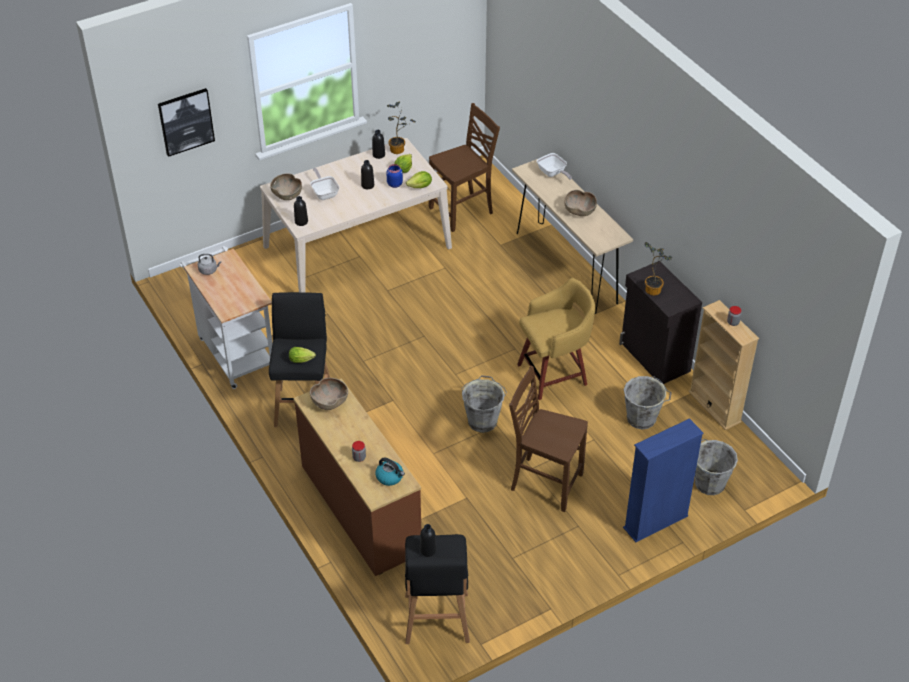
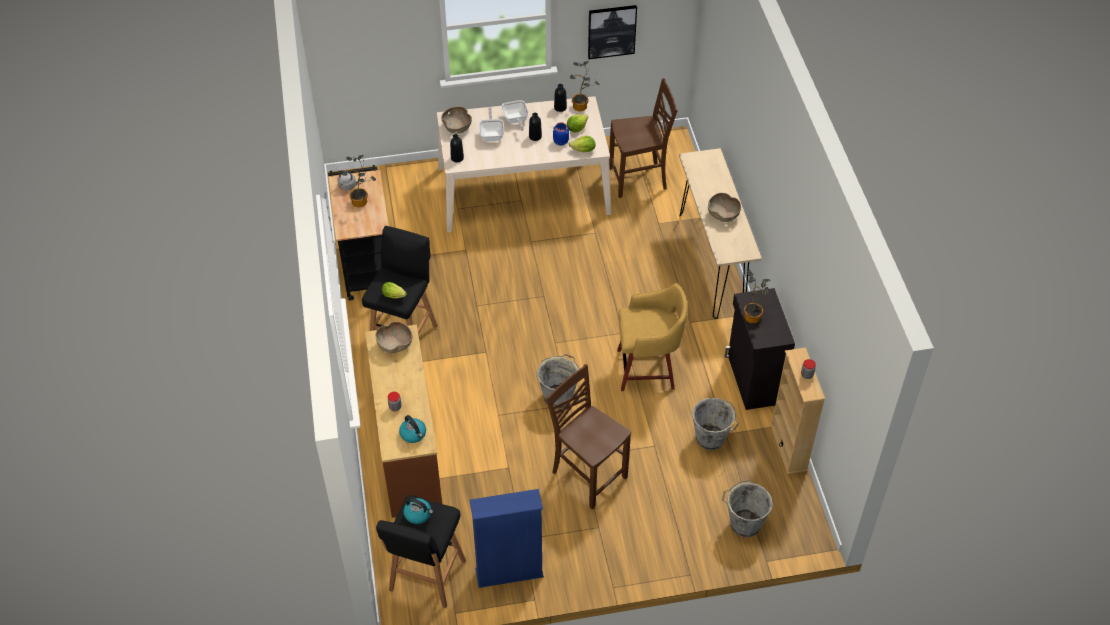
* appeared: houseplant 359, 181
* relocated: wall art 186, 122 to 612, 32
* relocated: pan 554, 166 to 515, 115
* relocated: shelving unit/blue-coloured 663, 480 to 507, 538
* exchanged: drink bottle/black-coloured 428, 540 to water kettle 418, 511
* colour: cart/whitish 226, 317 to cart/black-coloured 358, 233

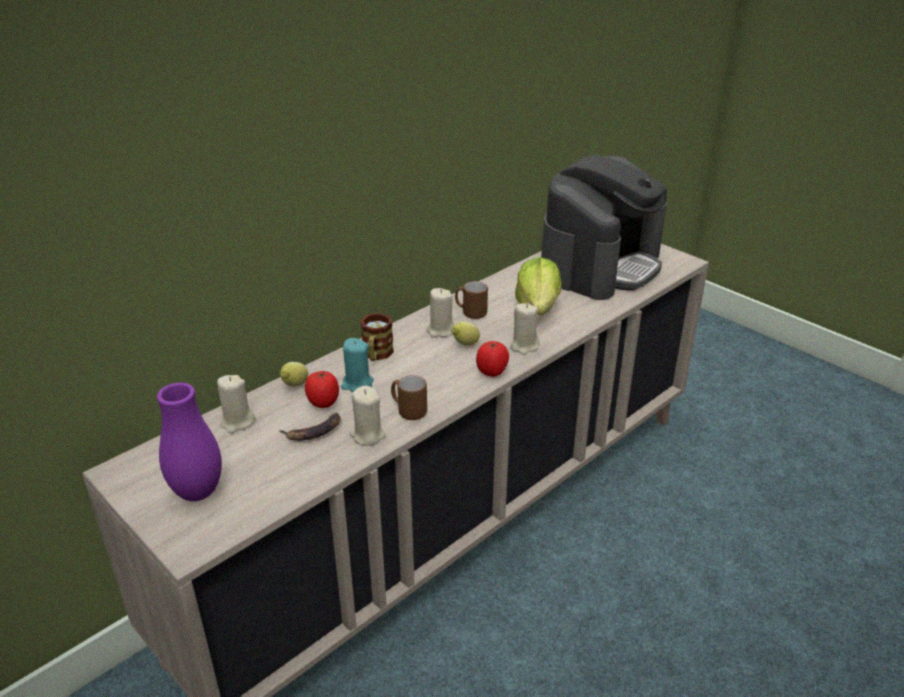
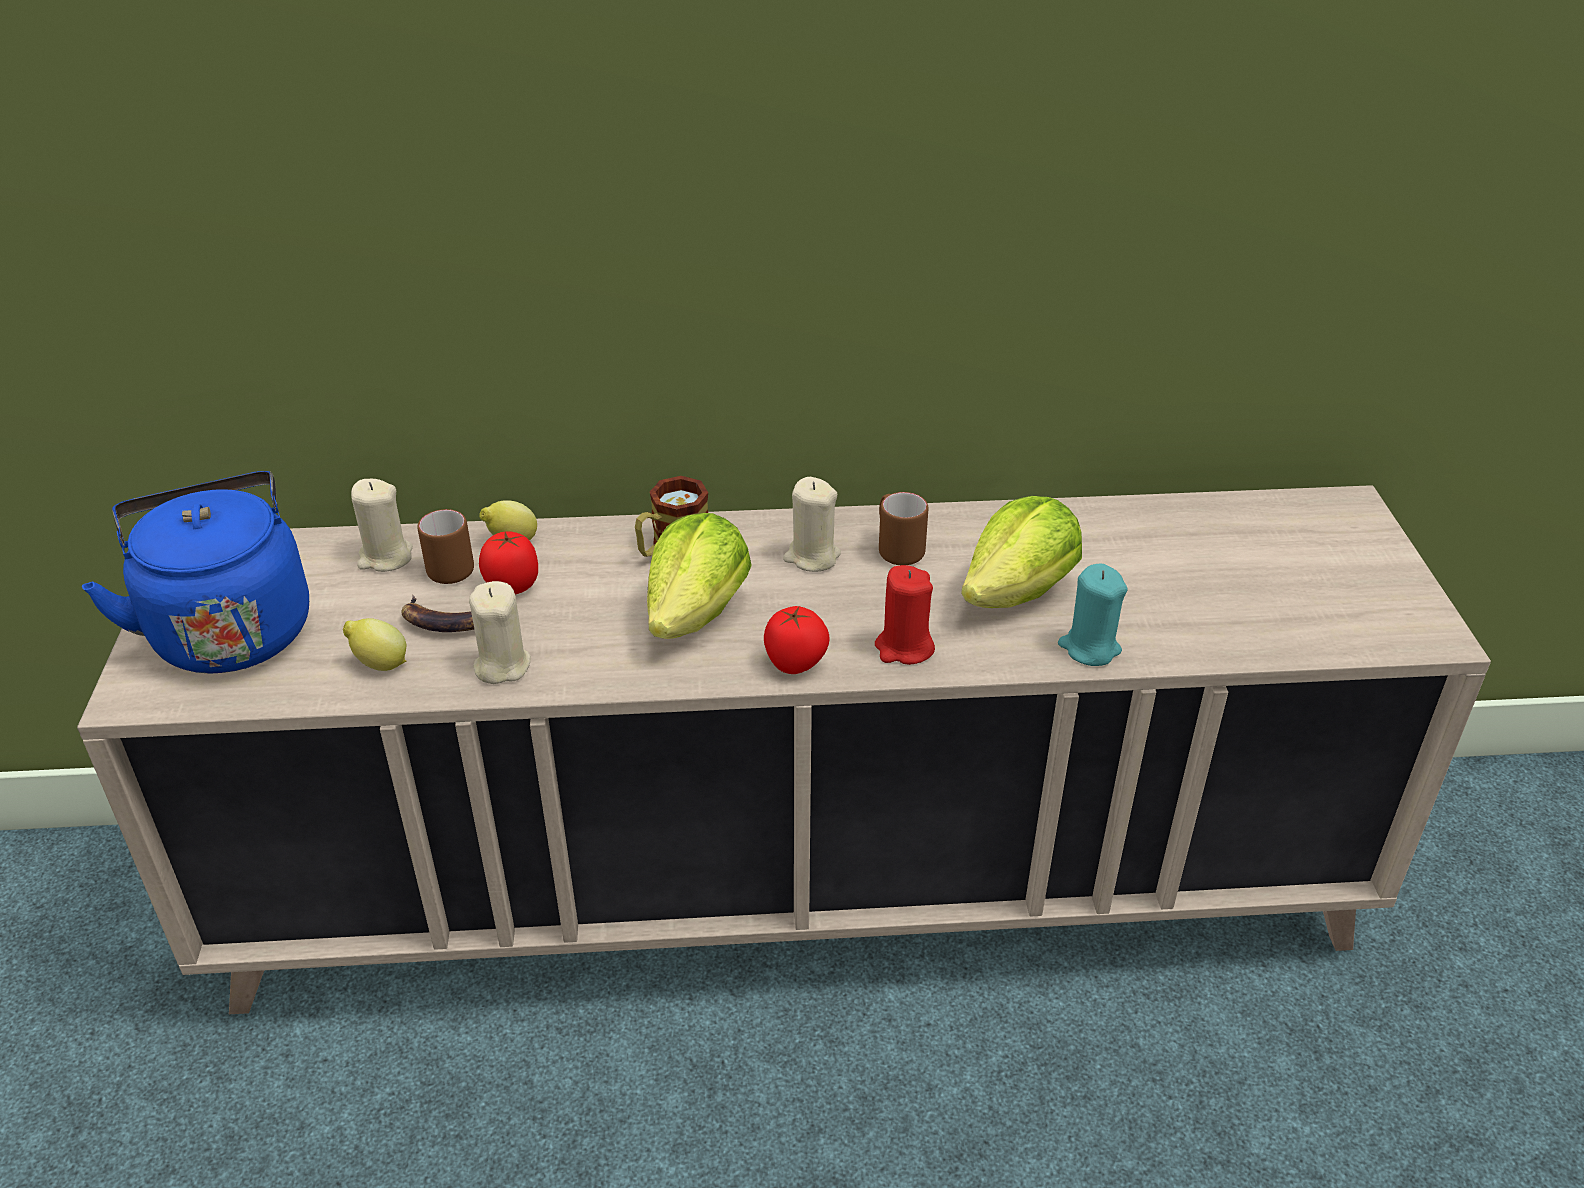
* missing: coffee brewer 604, 227
* appeared: head of lettuce 699, 576
* relocated: wax light/turquoise 357, 365 to 1093, 614
* relocated: mug/brownish 409, 397 to 445, 546
* relocated: lemon 466, 333 to 374, 644
* exchanged: flower vase/purple-coloured 189, 442 to water kettle/blue-coloured 195, 572
* colour: wax light/beige 525, 329 to wax light/red 905, 615

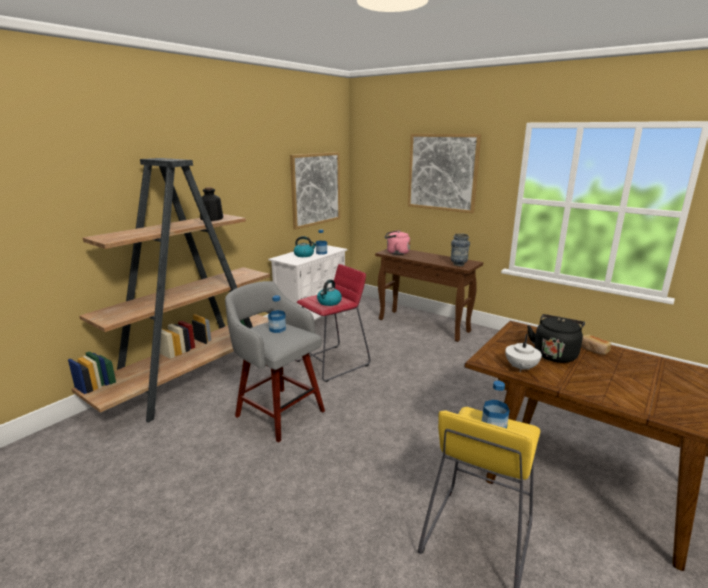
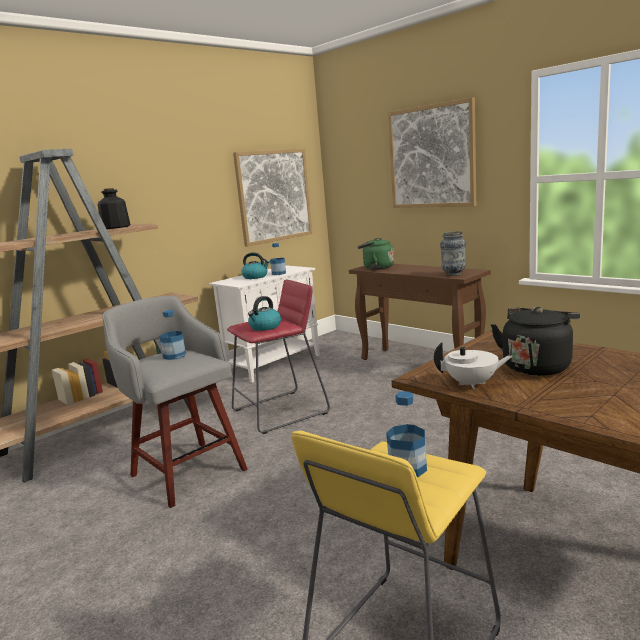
* missing: bakery bread 596, 345
* colour: water kettle/pinkish 397, 242 to water kettle/green 376, 254
* spun: teapot/whitish 523, 353 = 473, 366 120 degrees counterclockwise

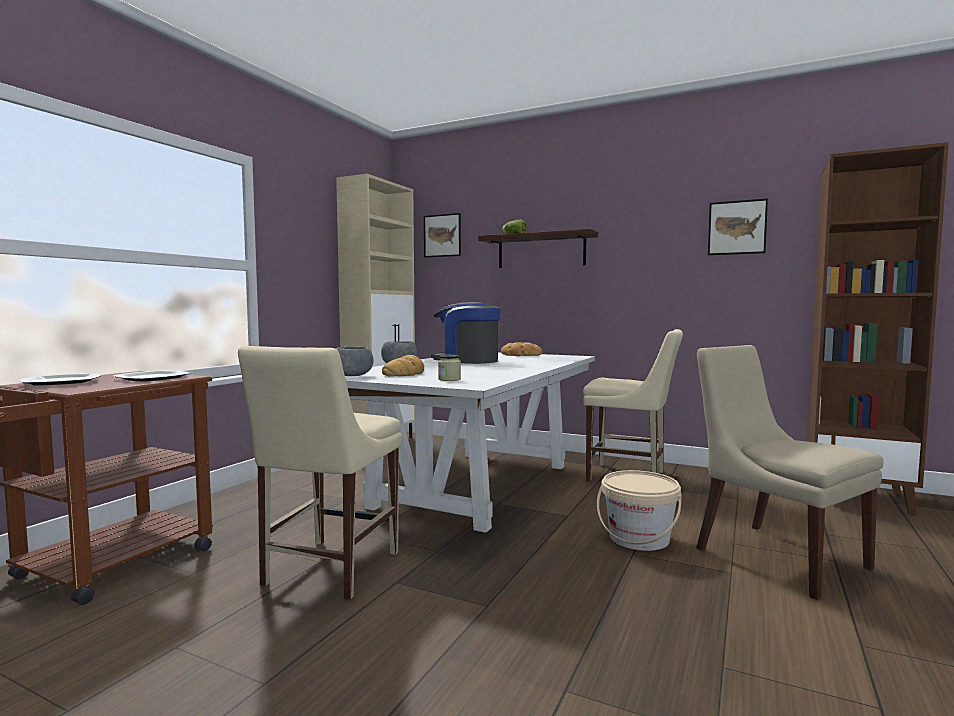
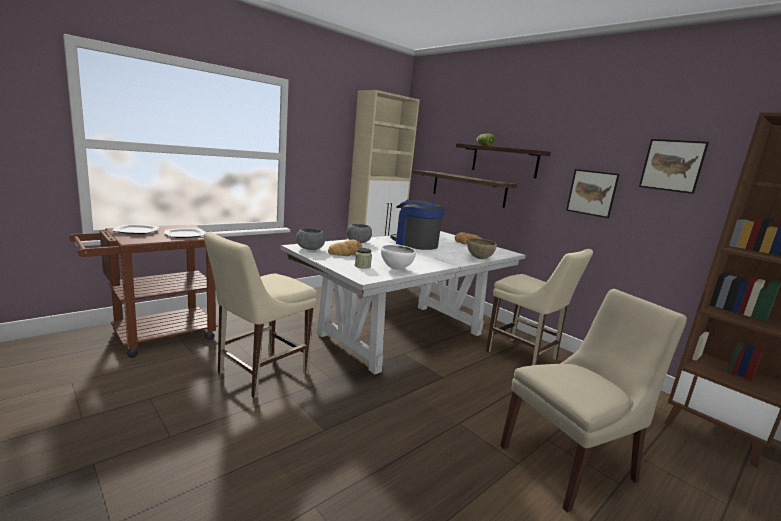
* missing: water bucket/beige 639, 510
* appeared: serving bowl/whitish 398, 257
* appeared: shelf 464, 189
* appeared: serving bowl/brownish 482, 248
* relocated: wall art 442, 235 to 593, 193
* spun: upright chair/beige 790, 472 = 593, 401 75 degrees clockwise

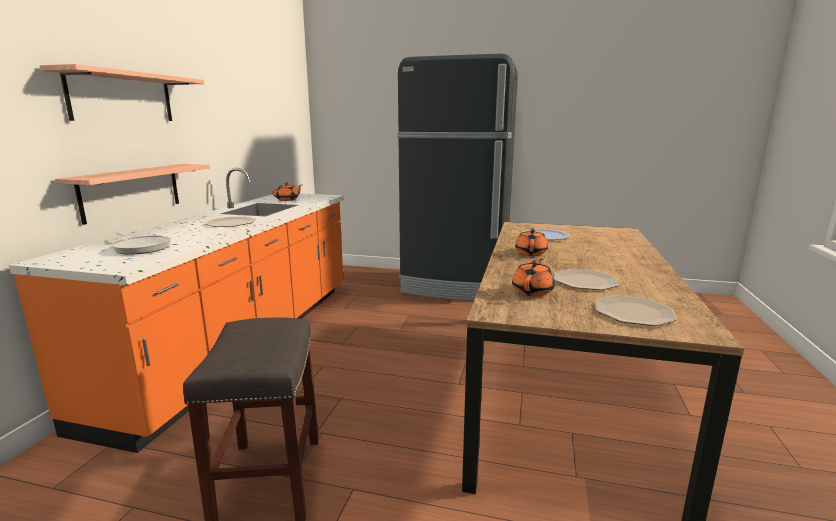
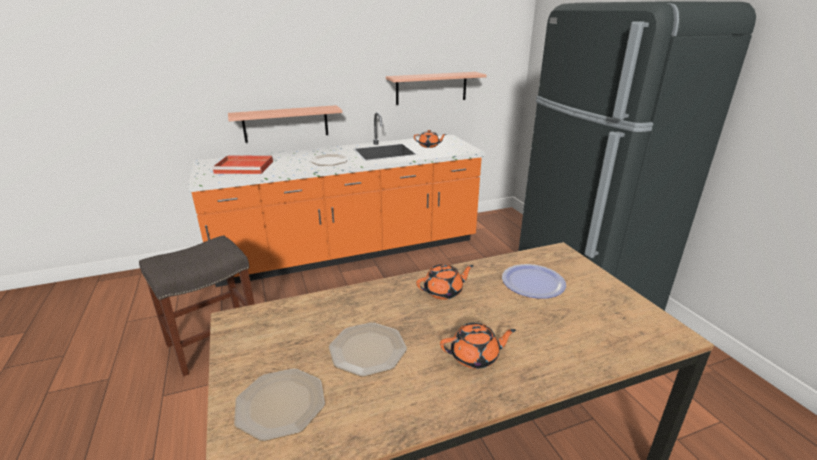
* relocated: shelf 122, 92 to 436, 88
* relocated: teapot/orange-coloured 533, 277 to 478, 346
* exchanged: pan 141, 243 to tray/red 242, 164

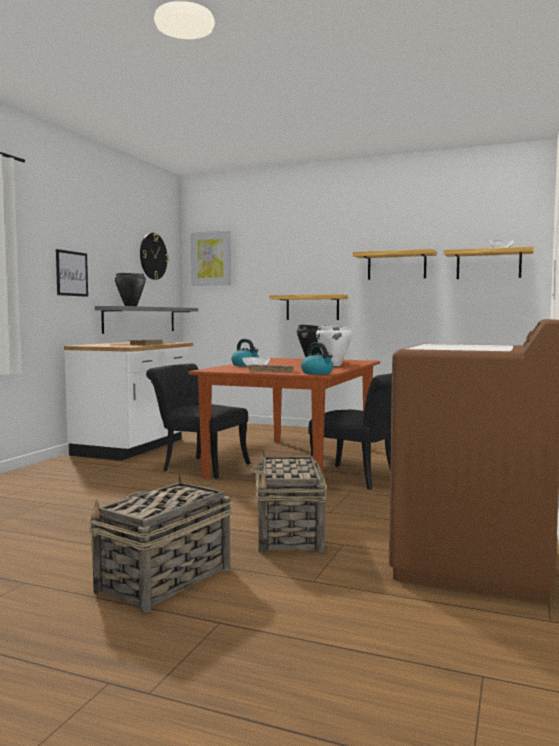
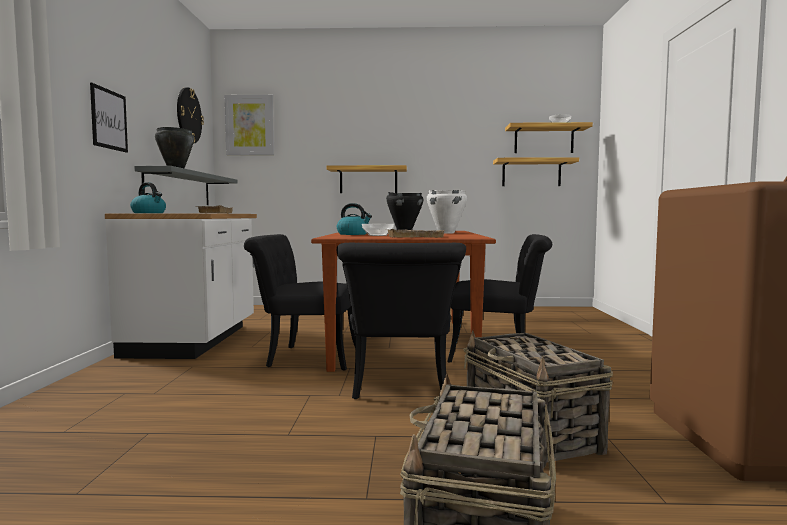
* appeared: upright chair/black-coloured 401, 321
* relocated: water kettle 317, 358 to 148, 197
* relocated: shelf 395, 264 to 536, 171

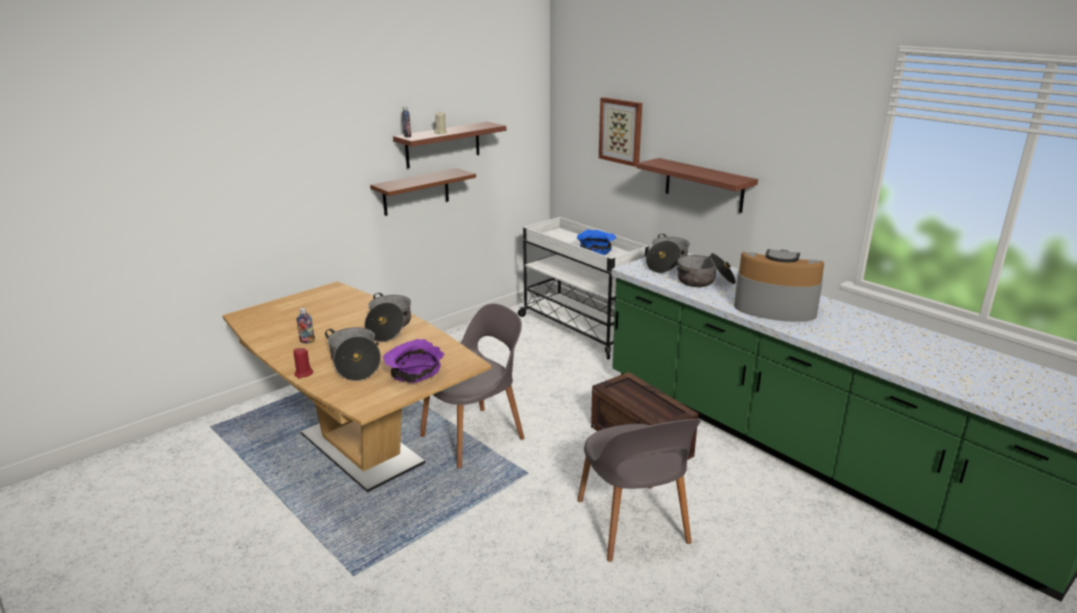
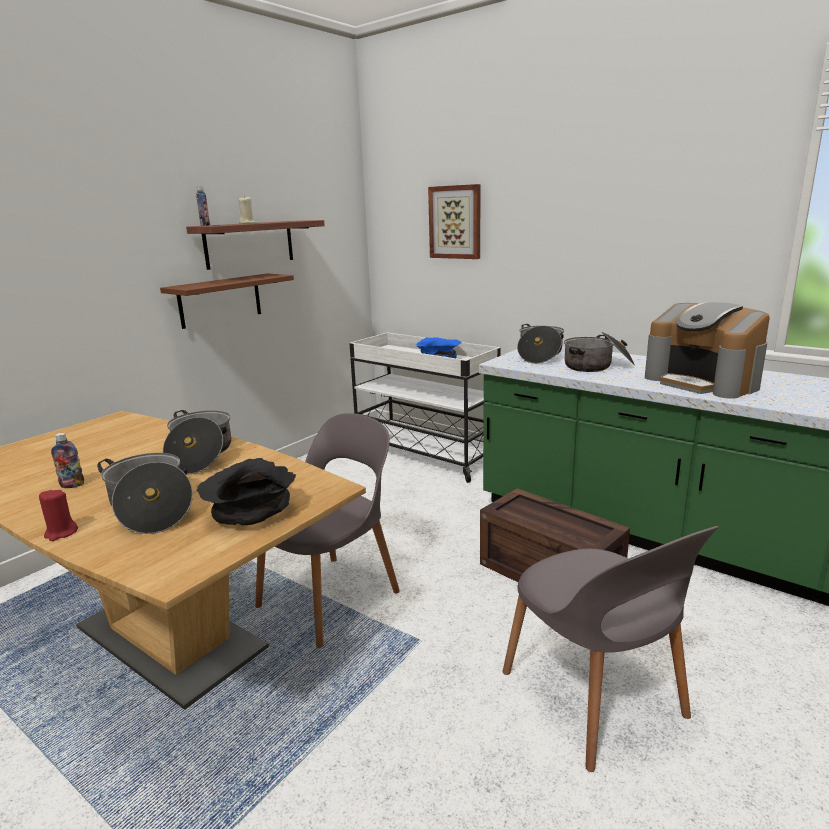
* missing: shelf 697, 185
* colour: serving bowl/purple-coloured 413, 361 to serving bowl/black-coloured 246, 491
* spun: coffee brewer 779, 285 = 707, 350 135 degrees counterclockwise

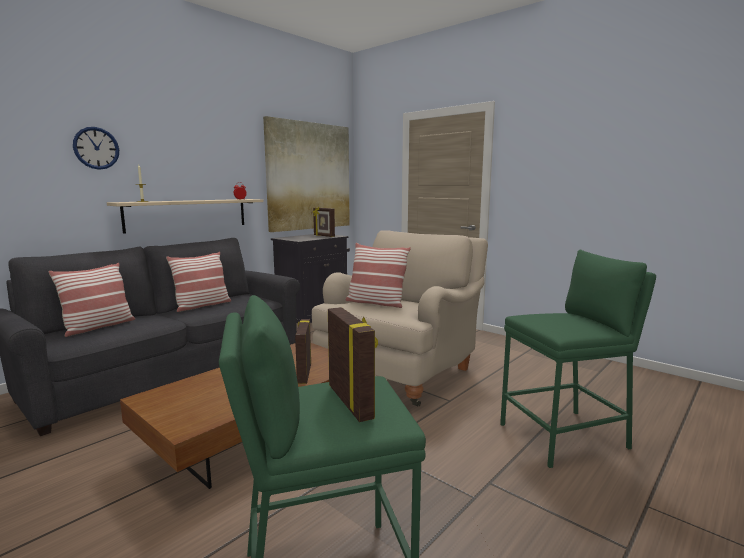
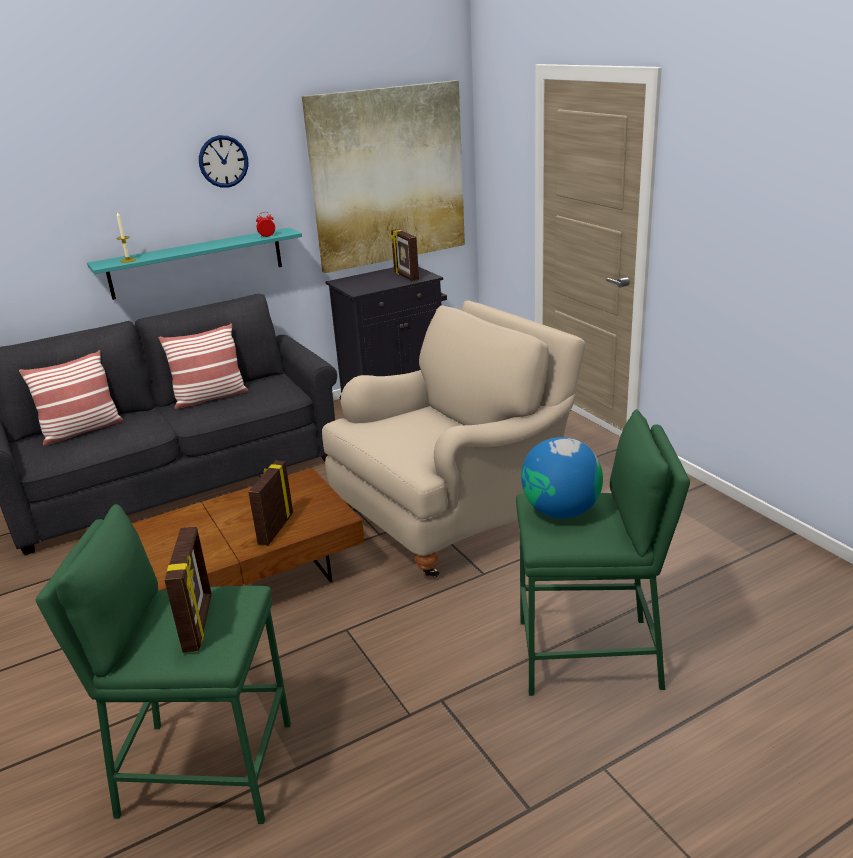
* missing: pillow 378, 275
* appeared: globe 562, 477
* relocated: hanging clock 96, 148 to 223, 161
* colour: shelf/beige 185, 216 to shelf/turquoise 194, 263

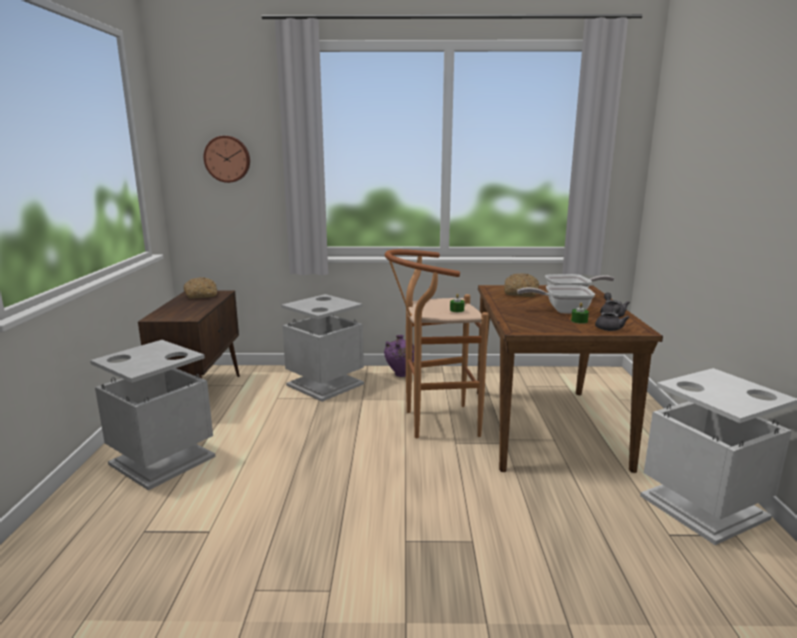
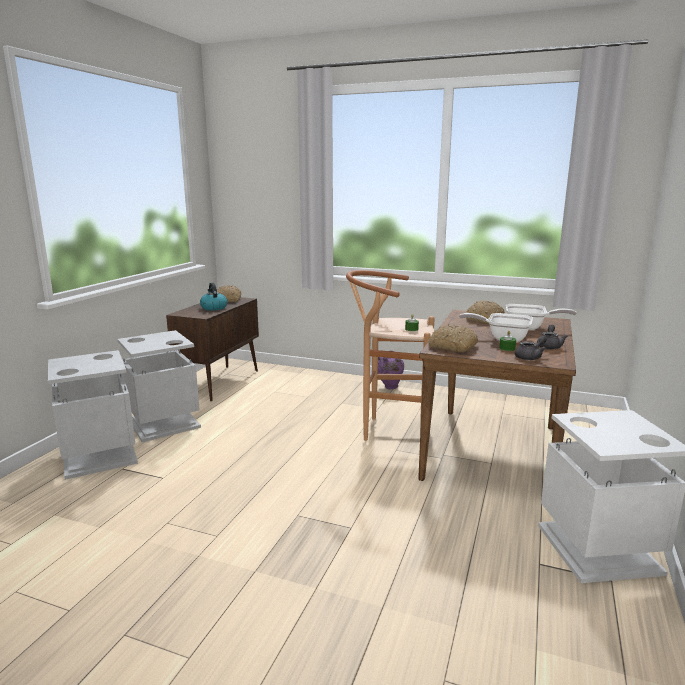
* missing: hanging clock 227, 159
* appeared: water kettle 213, 296
* appeared: bakery bread 453, 338
* relocated: rubbish bin/grey 322, 348 to 93, 415

